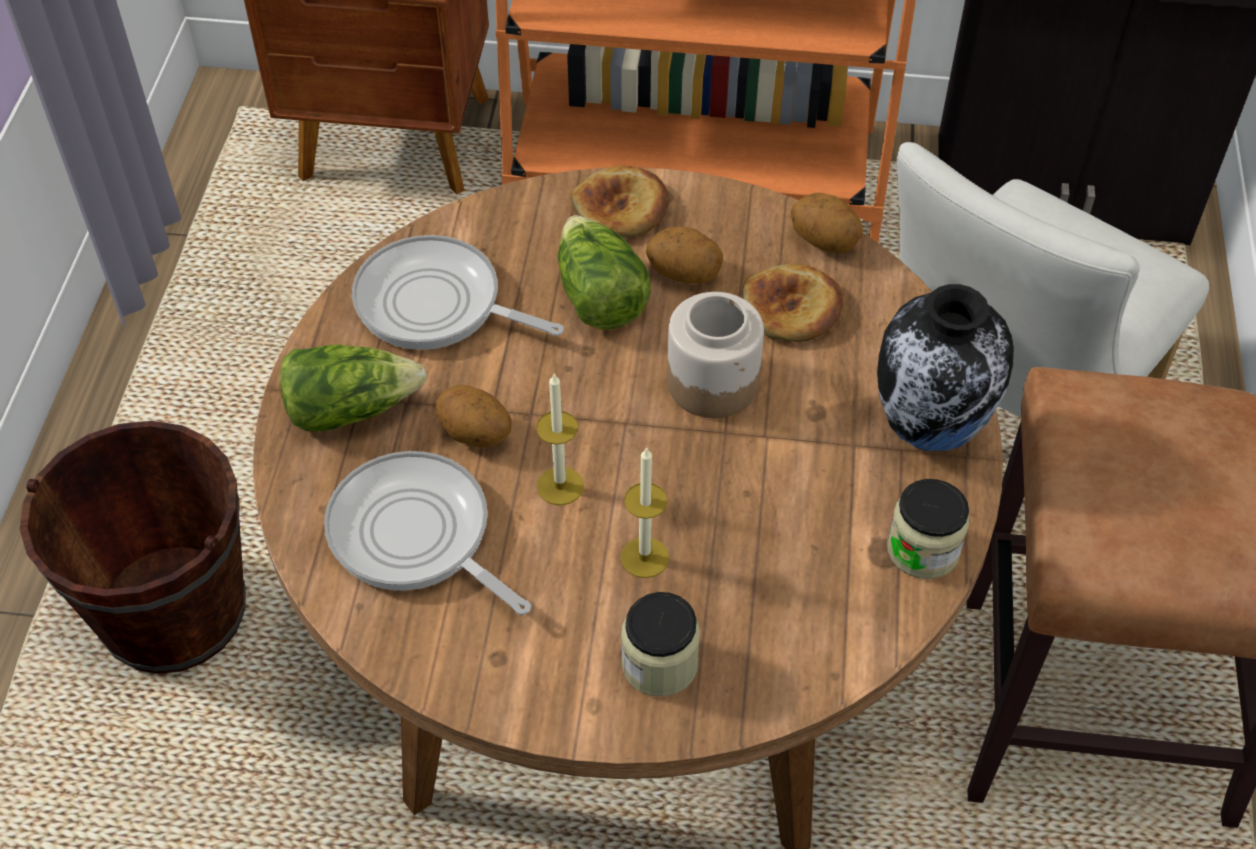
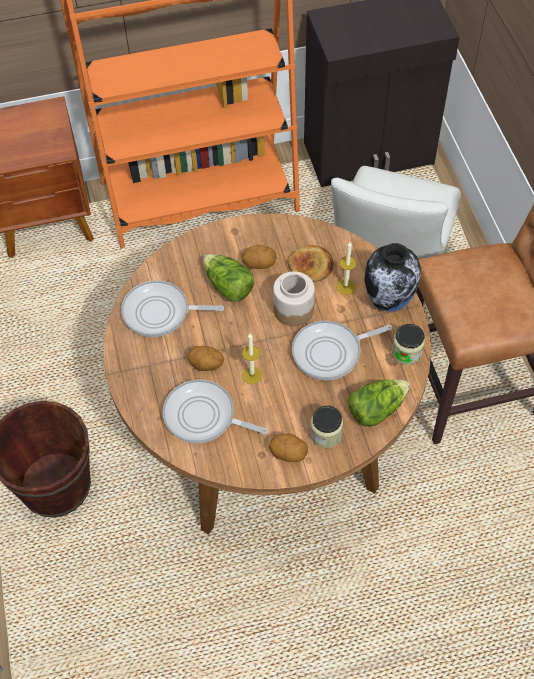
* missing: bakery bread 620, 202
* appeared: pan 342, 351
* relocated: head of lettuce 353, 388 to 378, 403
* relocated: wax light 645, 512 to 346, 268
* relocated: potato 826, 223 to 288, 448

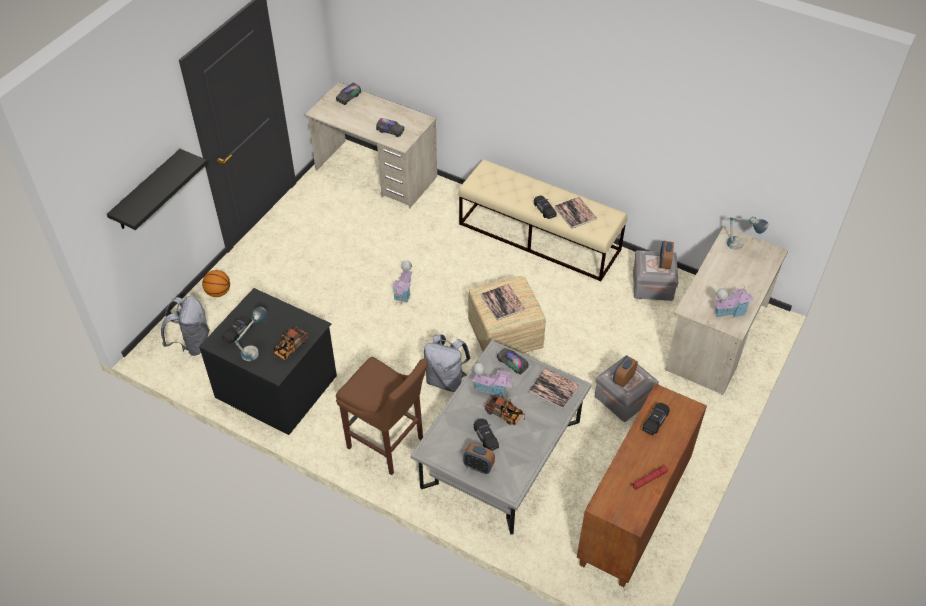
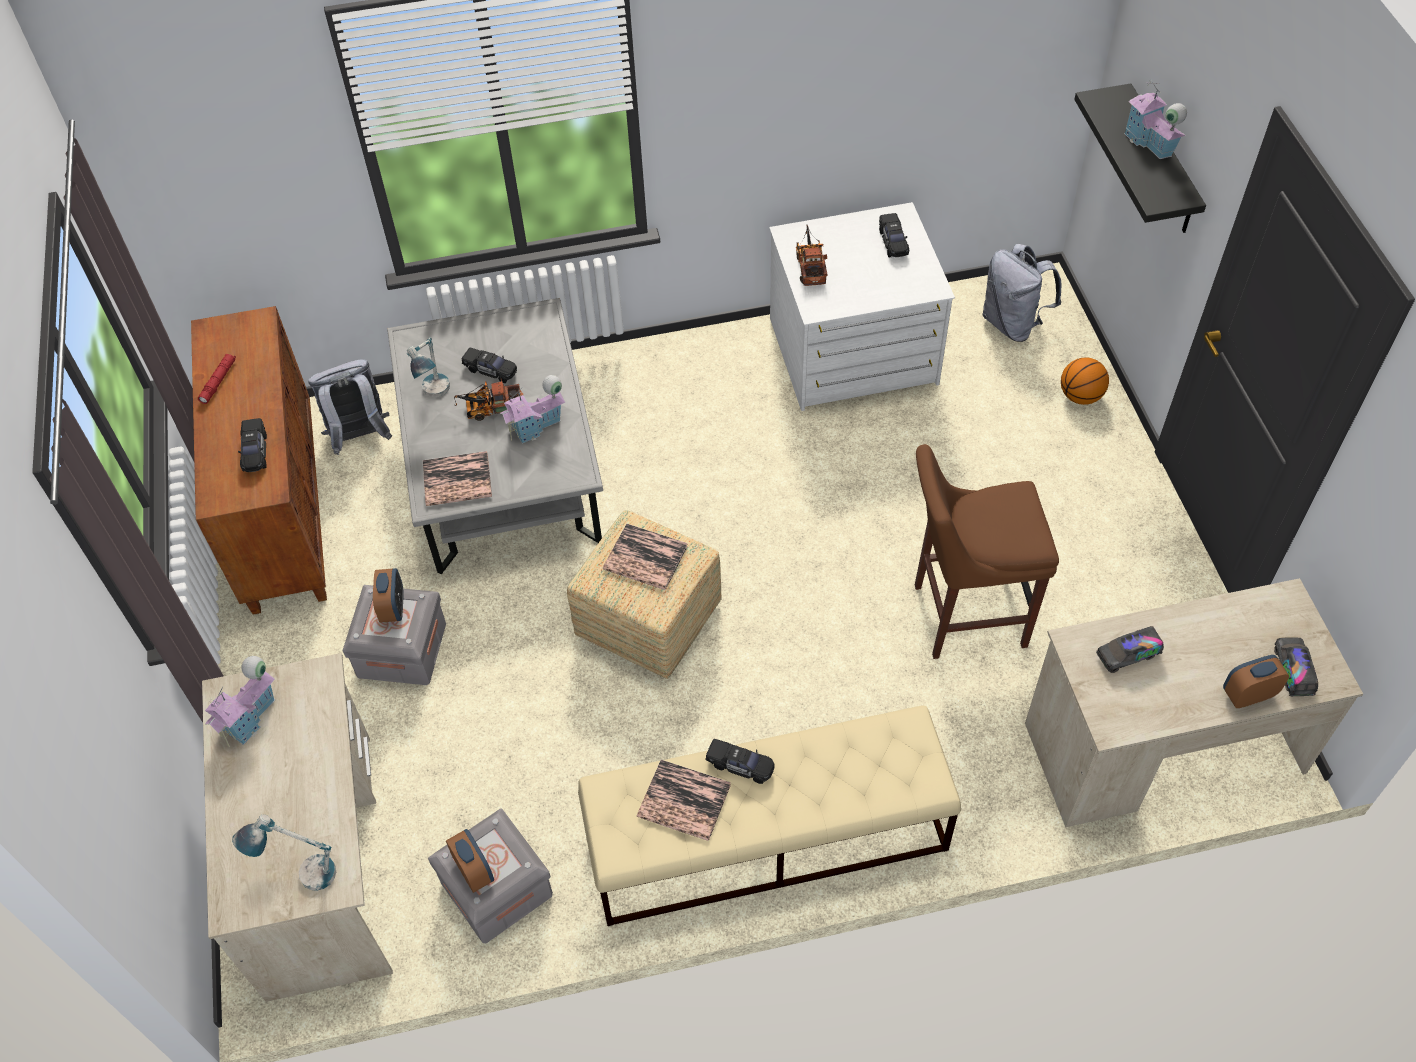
* missing: toy lorry 512, 361
* relocated: lamp for a table 251, 334 to 428, 367
* relocated: sitting stool/brownish 382, 416 to 987, 551
* relocated: model house 402, 283 to 1155, 121
* relocated: backpack/grey 447, 363 to 350, 407
* relocated: bedside clock 479, 458 to 1256, 681
* colour: dresser/black-coloured 268, 361 to dresser/whitish 862, 306

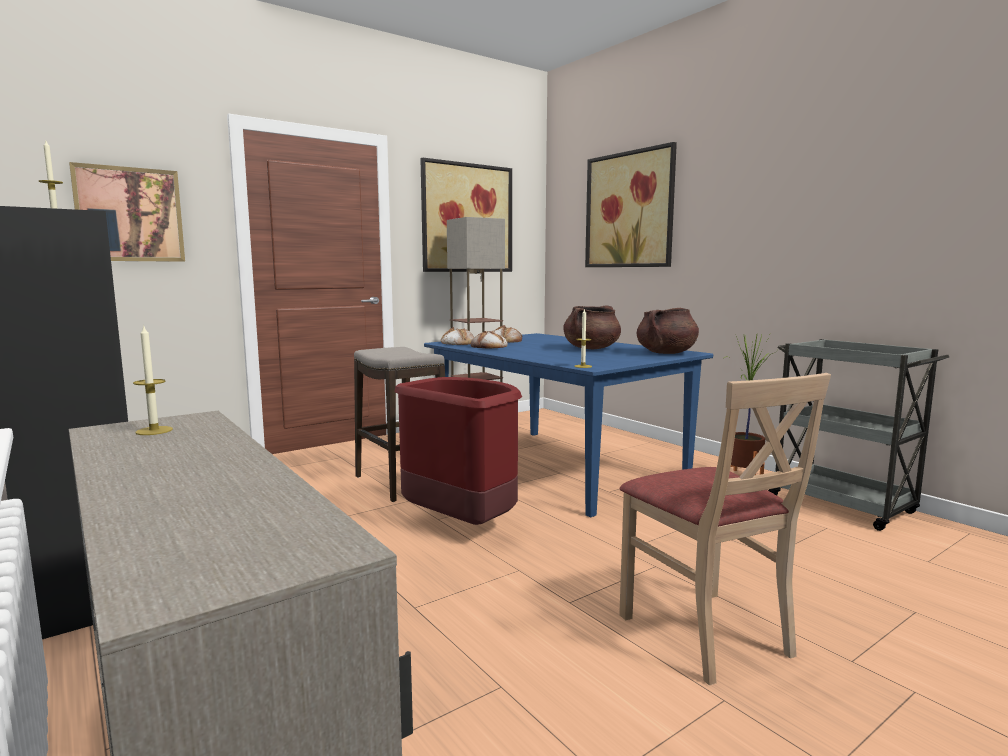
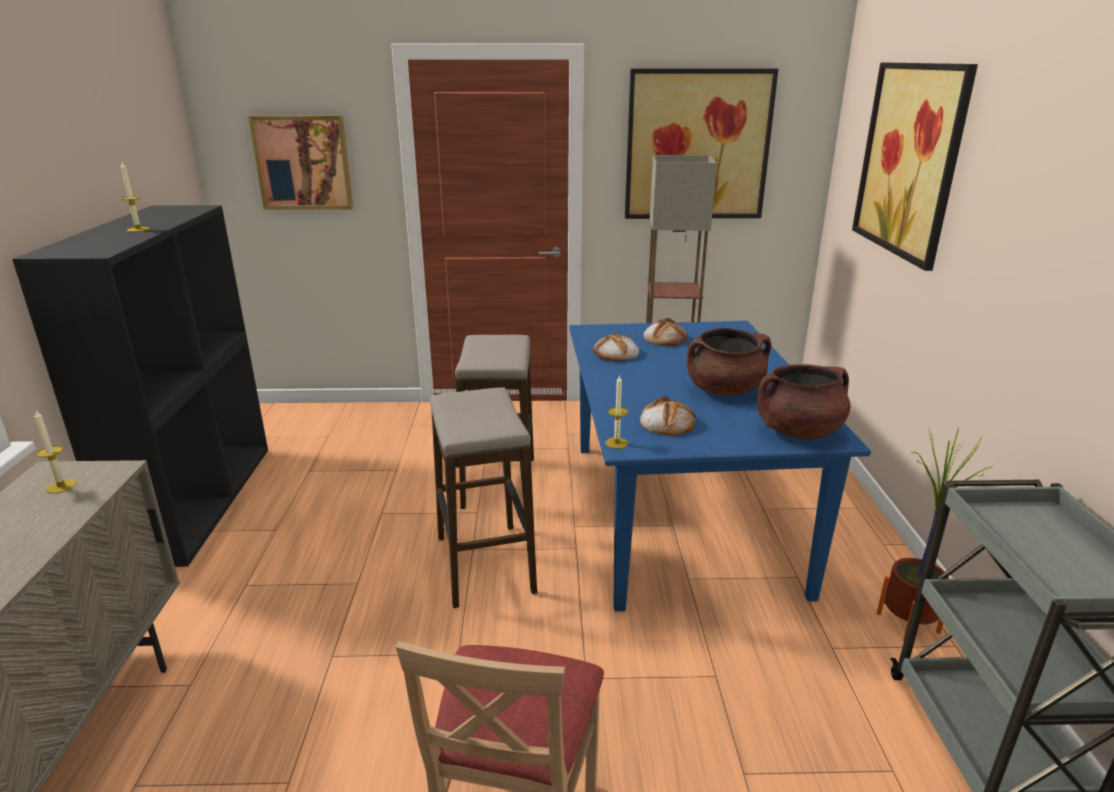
* relocated: bakery bread 457, 336 to 668, 416
* exchanged: rubbish bin/red 458, 451 to sitting stool 483, 497

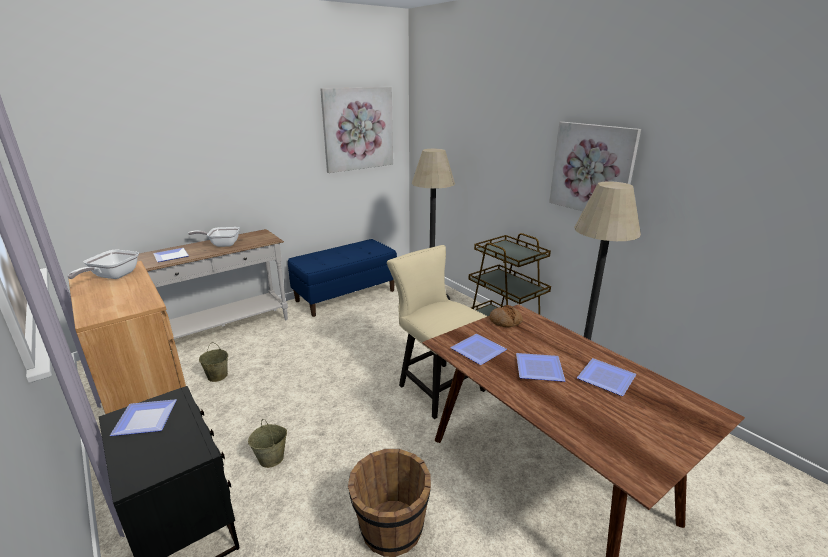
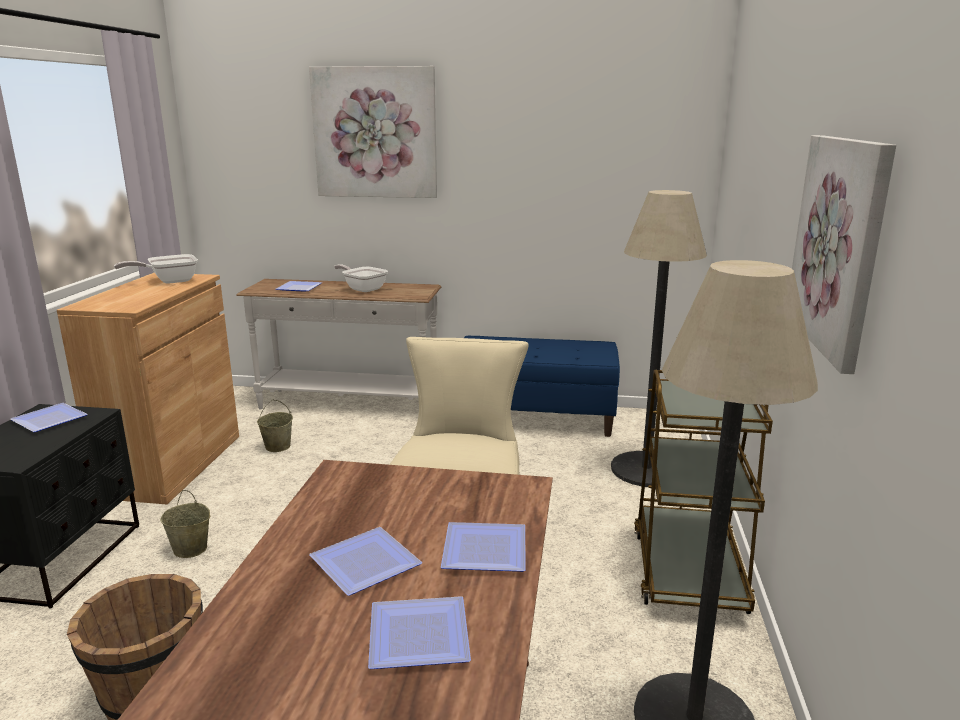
* missing: bakery bread 506, 316
* relocated: wall art 356, 130 to 373, 132
* relocated: flat dish 478, 349 to 483, 547

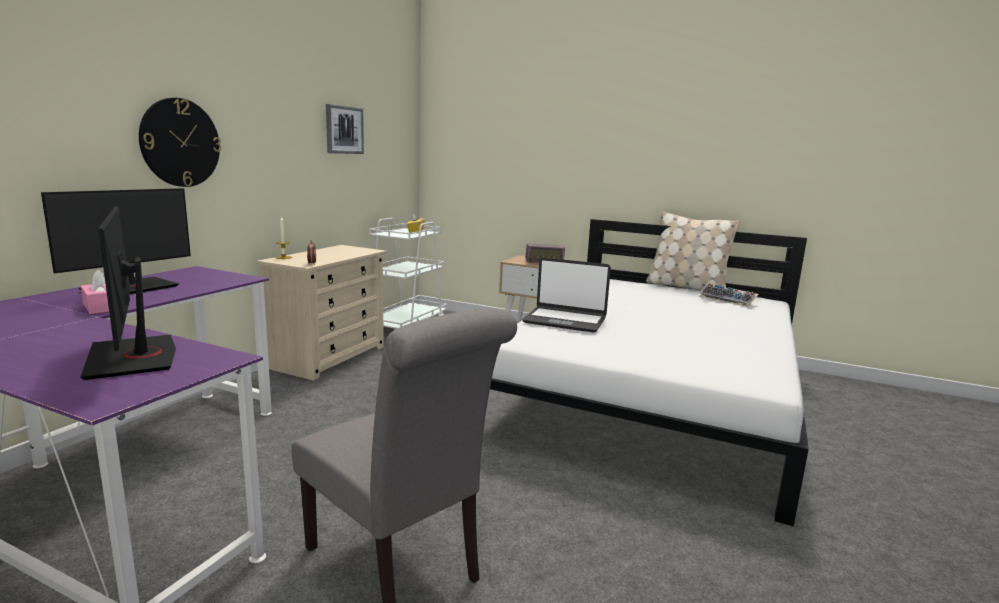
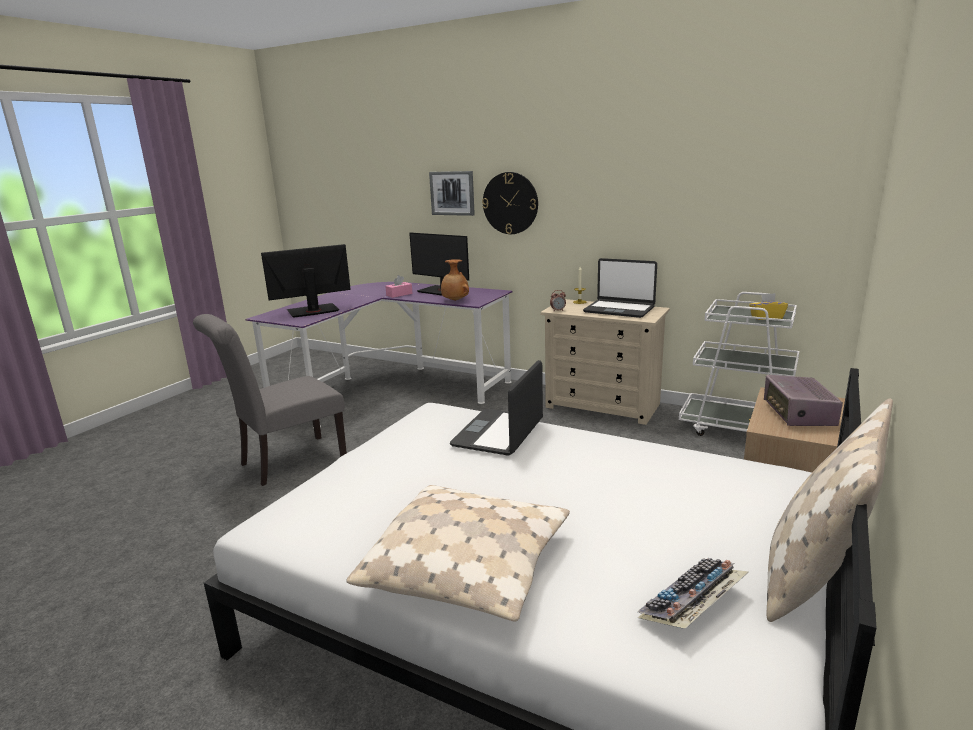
* appeared: pillow/beige 458, 553
* appeared: flower vase/brownish 455, 280
* appeared: portable computer 620, 288
* relocated: wall art 345, 129 to 452, 193

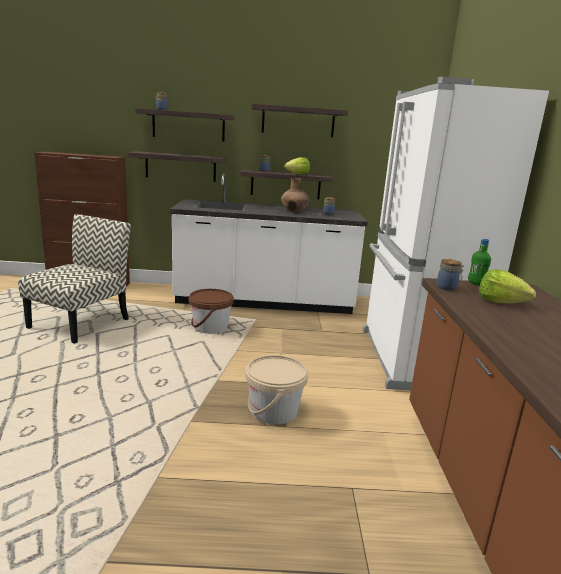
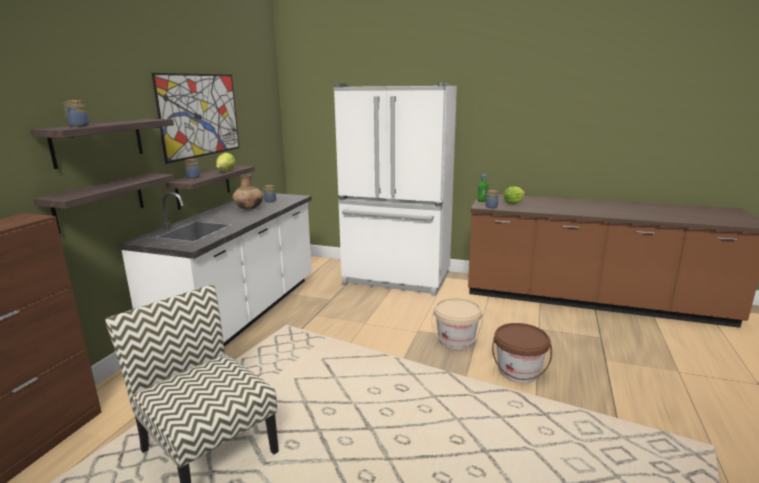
* relocated: water bucket/brownish 211, 311 to 522, 353
* exchanged: shelf 300, 120 to wall art 195, 118

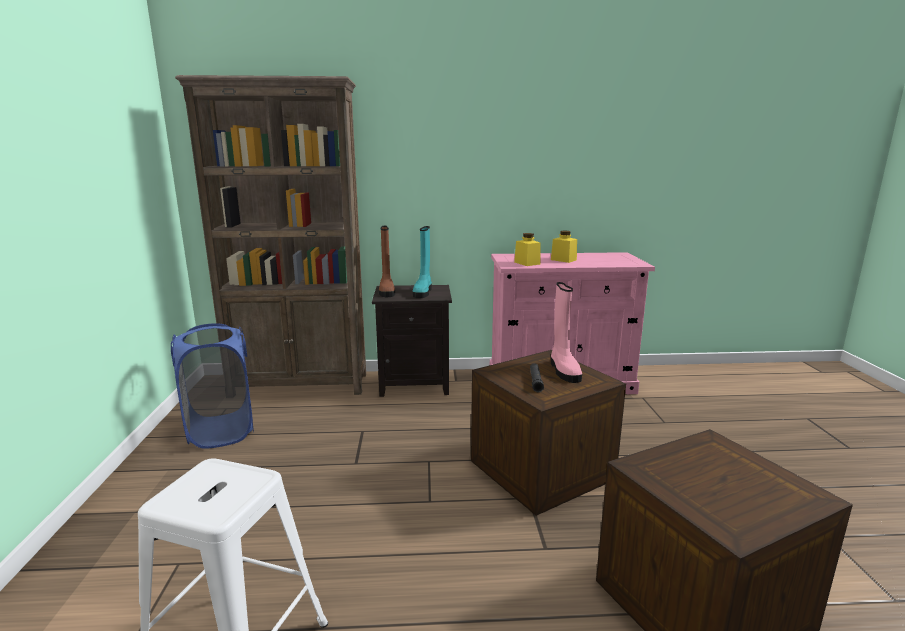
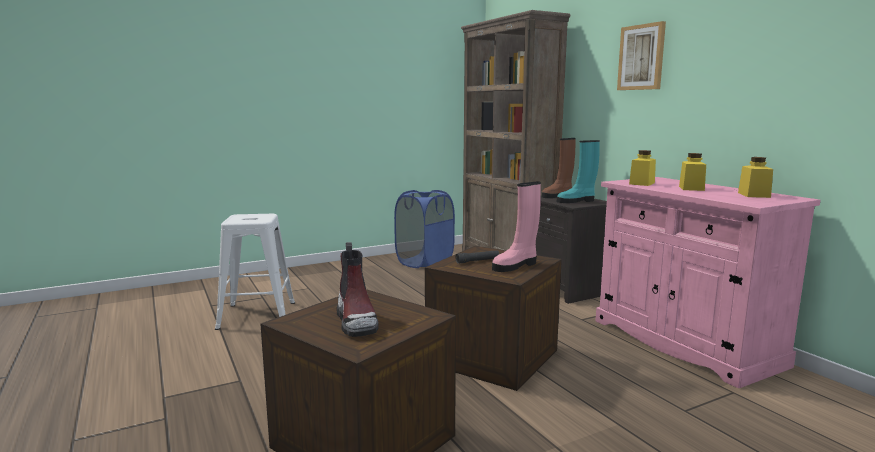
* appeared: boot 358, 289
* appeared: wall art 641, 55
* appeared: jar/yellow 755, 177

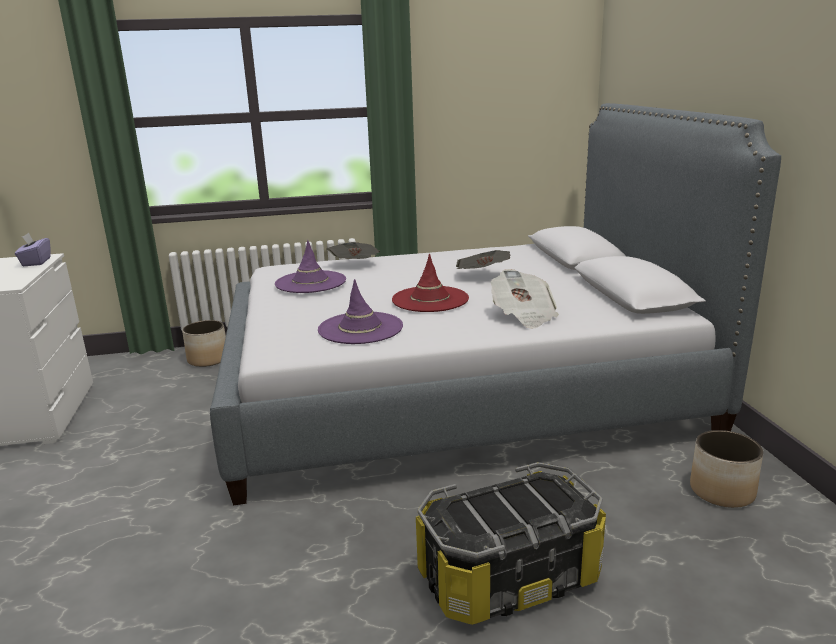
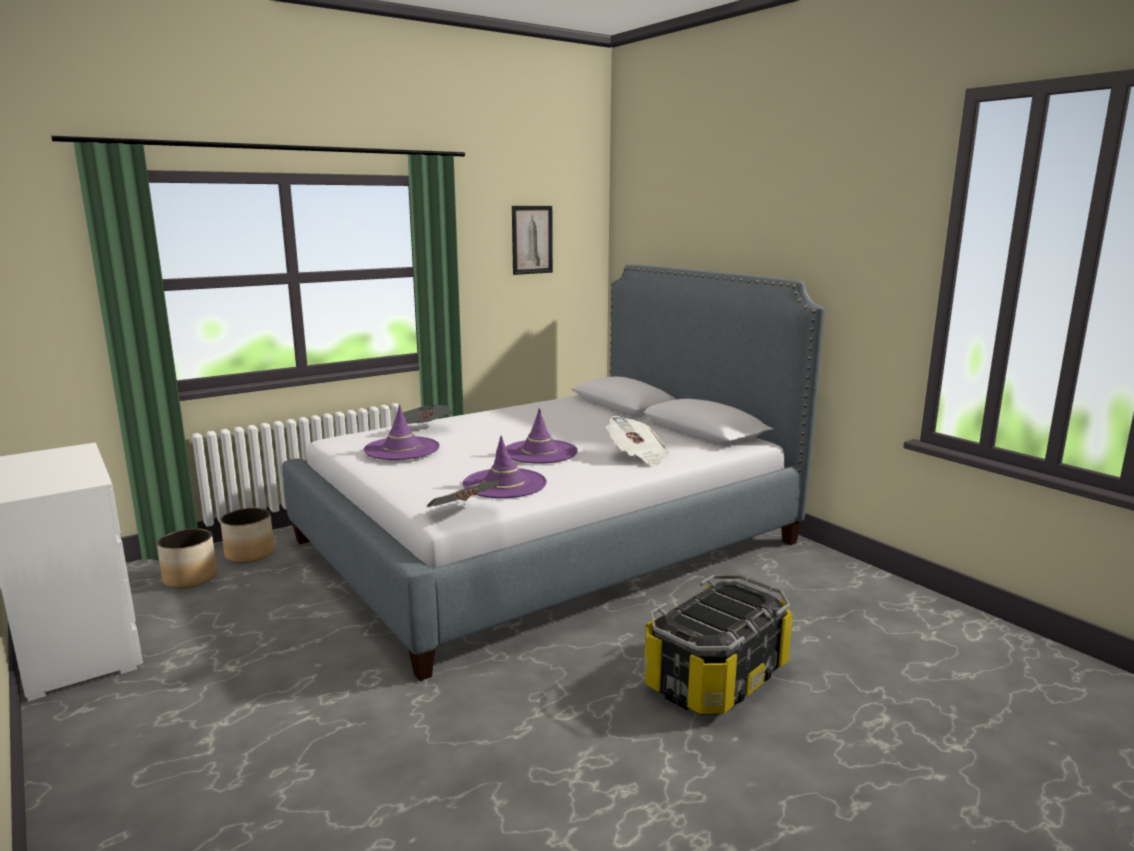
* missing: box of tissues/purple-coloured 33, 249
* appeared: wall art 532, 240
* relocated: printed paper 483, 259 to 464, 493
* relocated: flower pot 726, 469 to 187, 558
* colour: clothing hat/red 430, 283 to clothing hat/purple-coloured 542, 436

